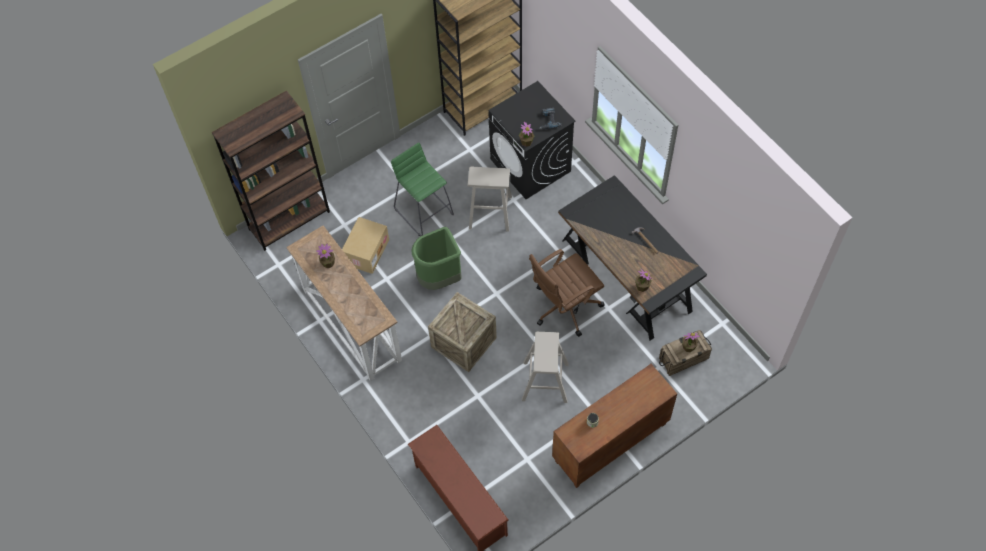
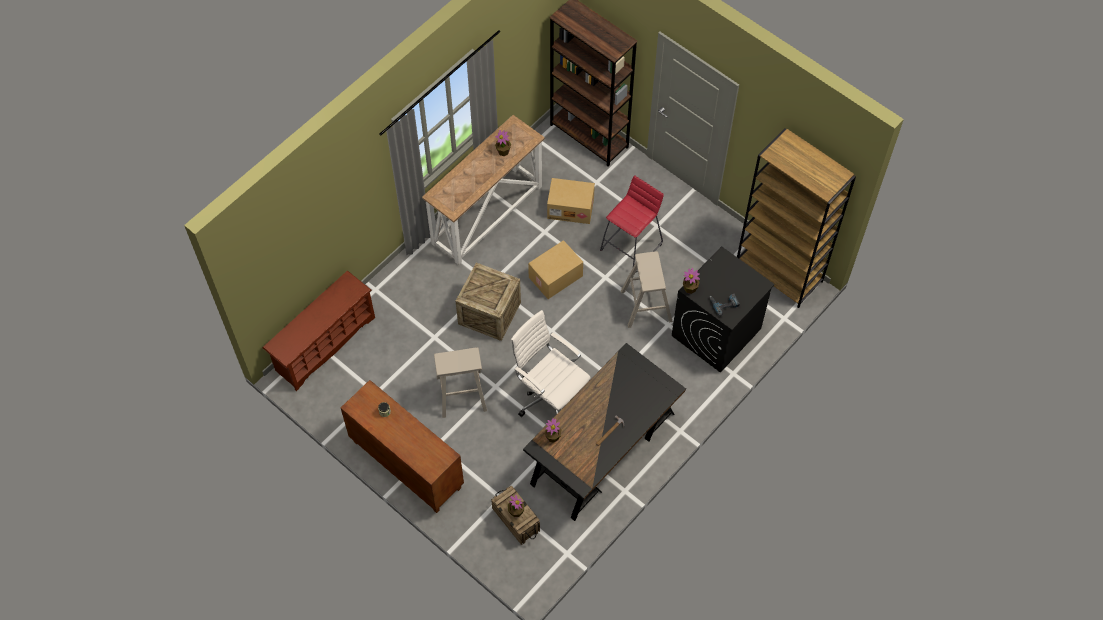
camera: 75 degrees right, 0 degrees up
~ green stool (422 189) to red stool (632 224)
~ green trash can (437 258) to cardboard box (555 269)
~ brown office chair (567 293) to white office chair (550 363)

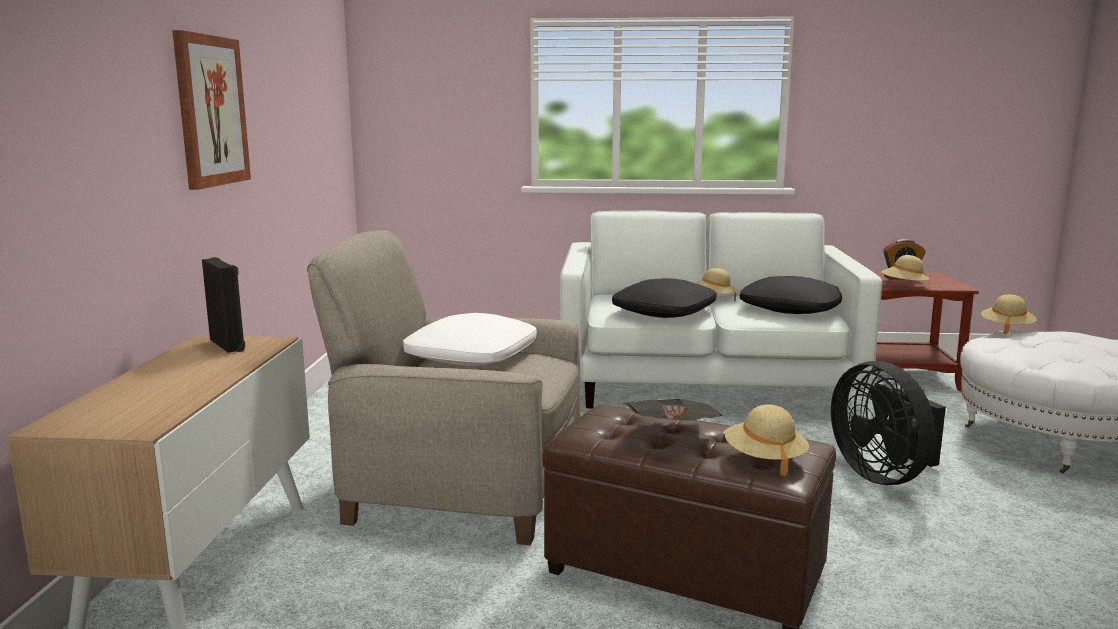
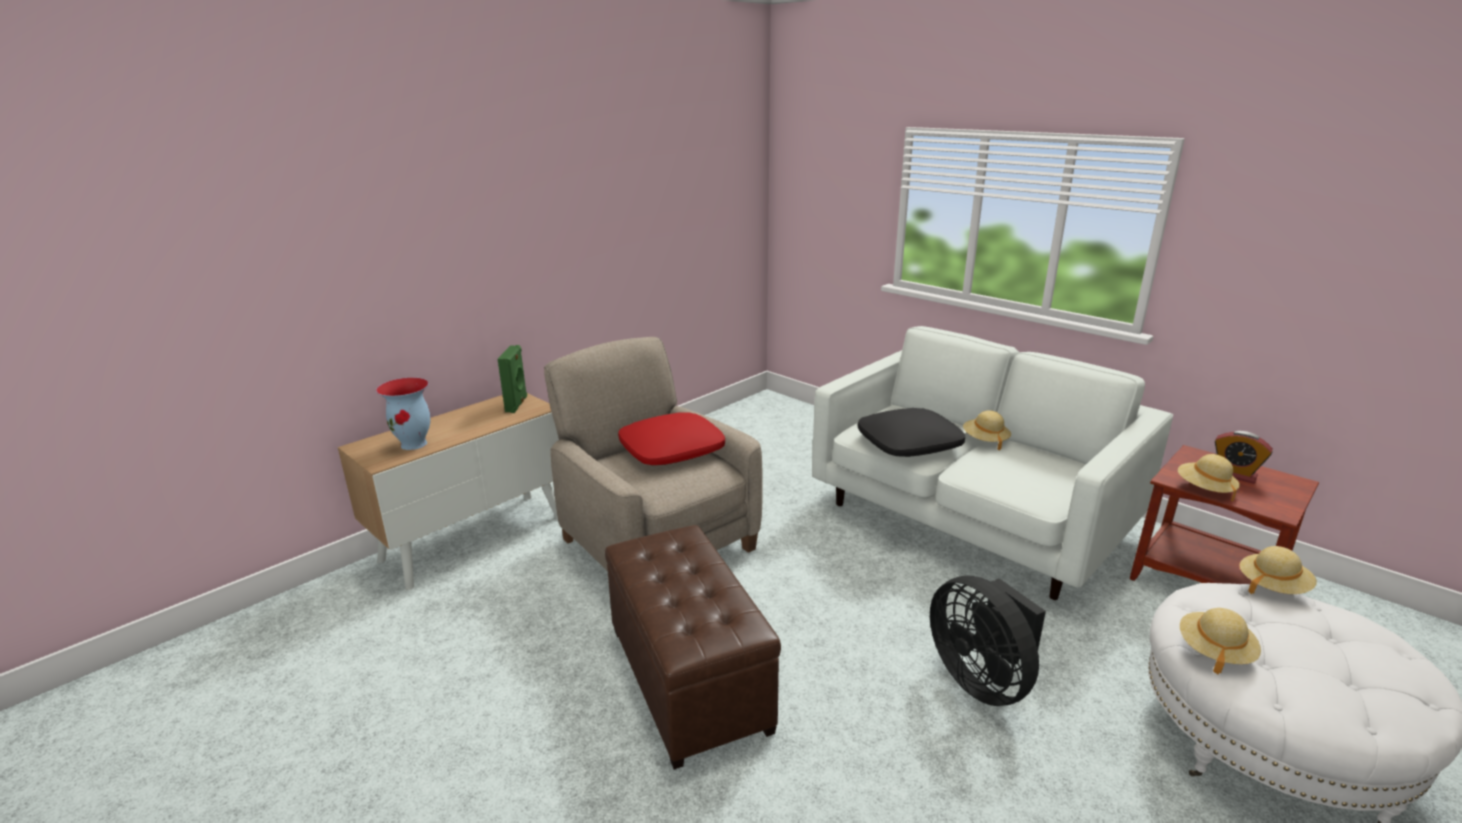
camera: 40 degrees right, 10 degrees up
- picture (211 110)
~ black speaker (223 305) to green speaker (512 379)
- black pillow (791 295)
~ white pillow (470 339) to red pillow (671 439)
~ black fan (888 423) = (988 641) 45 degrees counterclockwise
- newspaper (672 409)
~ beige hat (767 440) to (1220 641)
+ vase (403 414)

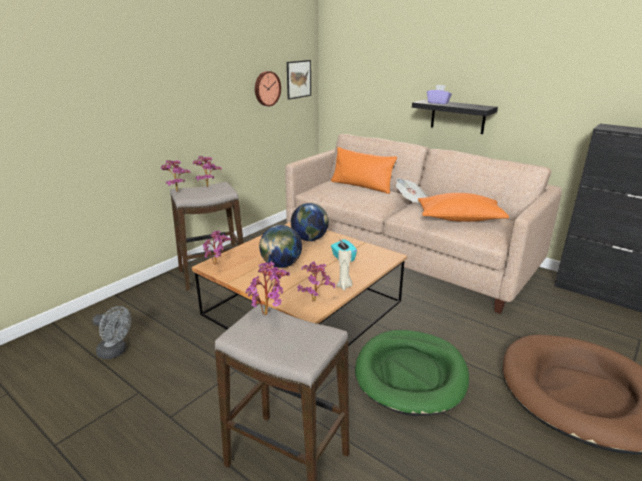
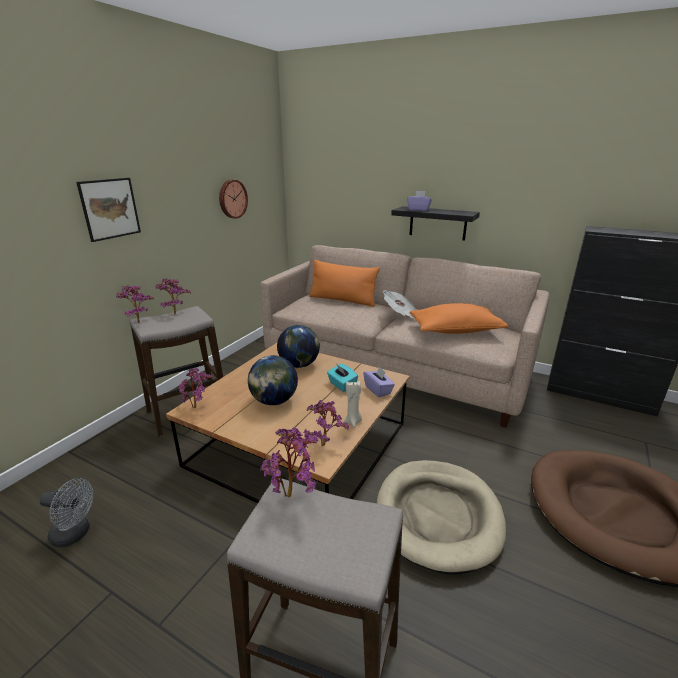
camera: 10 degrees left, 0 degrees up
~ picture (299 80) to (108 210)
~ green dog bed (412 373) to beige dog bed (441 517)
+ purple tissue box (379 382)

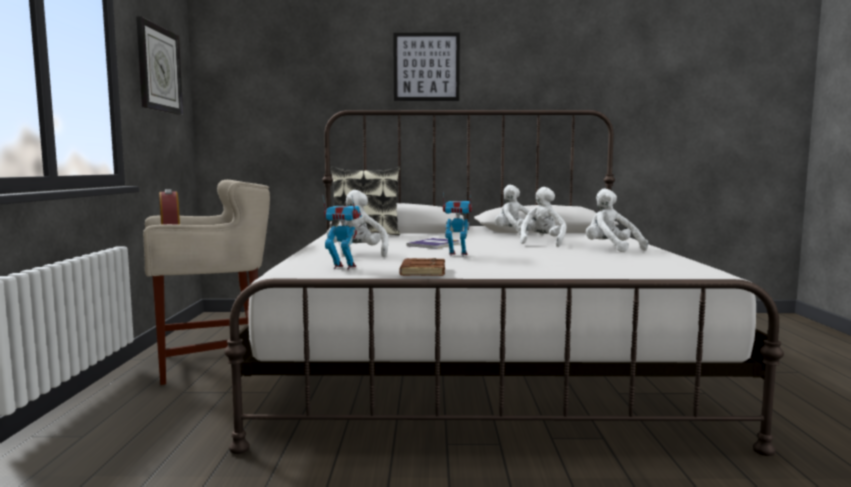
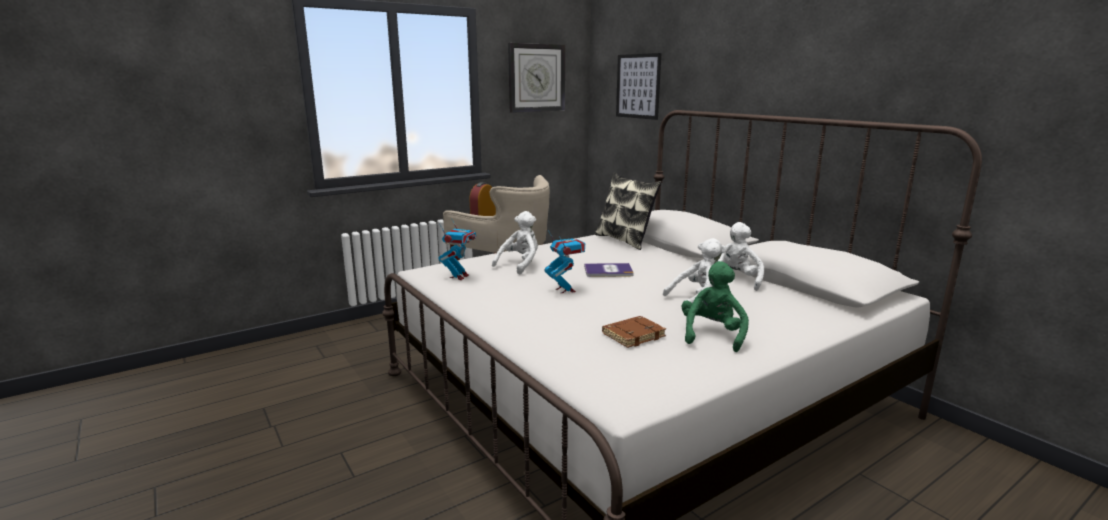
camera: 55 degrees right, 10 degrees up
~ picture (426 67) to (638 86)
~ white plush toy (617 220) to green plush toy (715 306)
~ toy robot (342 232) = (457 249) 45 degrees clockwise
~ brown book (422 267) to (634 332)

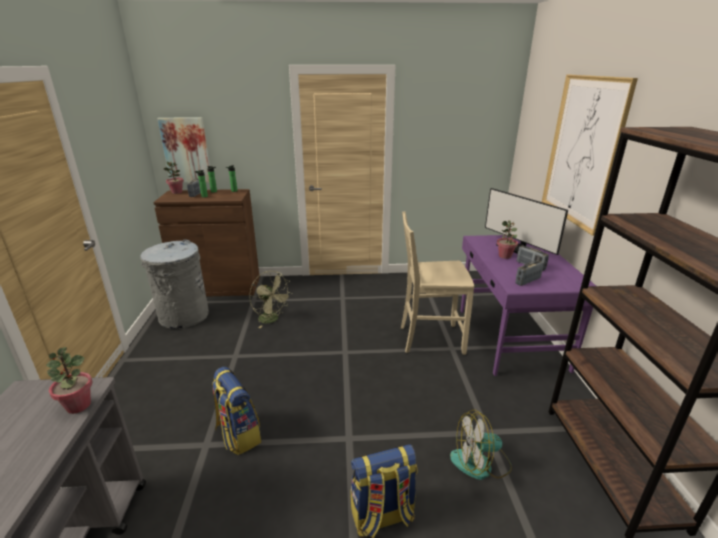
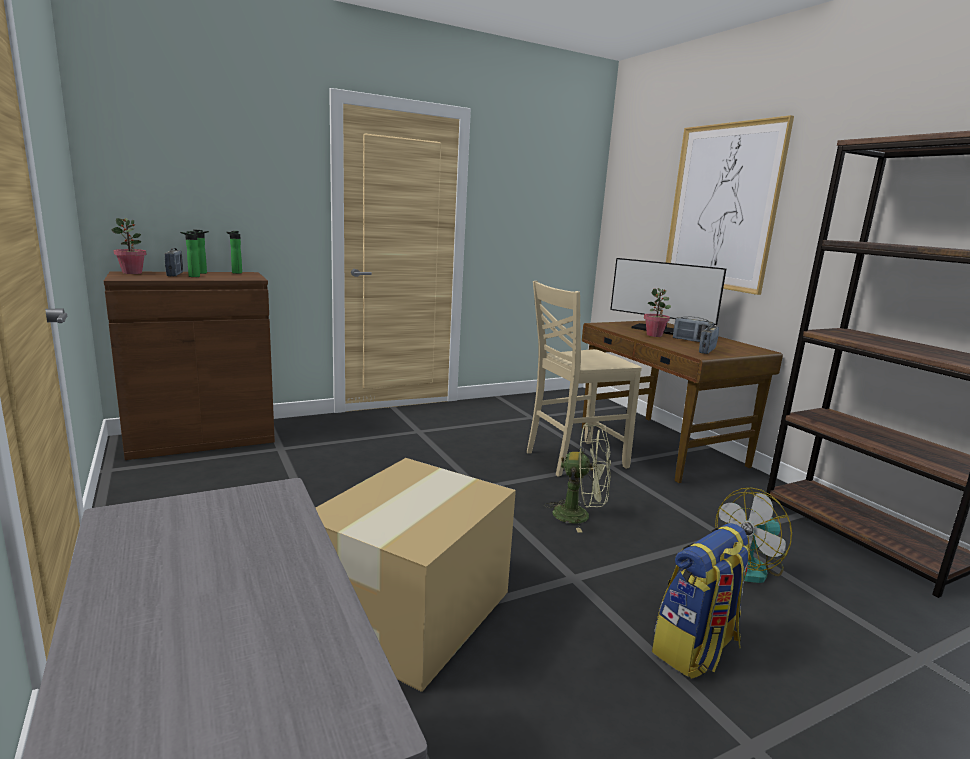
camera: 25 degrees left, 10 degrees down
- picture (183 150)
~ purple desk (528 305) to brown desk (682 402)
- grey trash can (174 284)
~ green fan (270 299) to (577 478)
- potted plant (69 380)
~ backpack (236 411) to cardboard box (416 575)

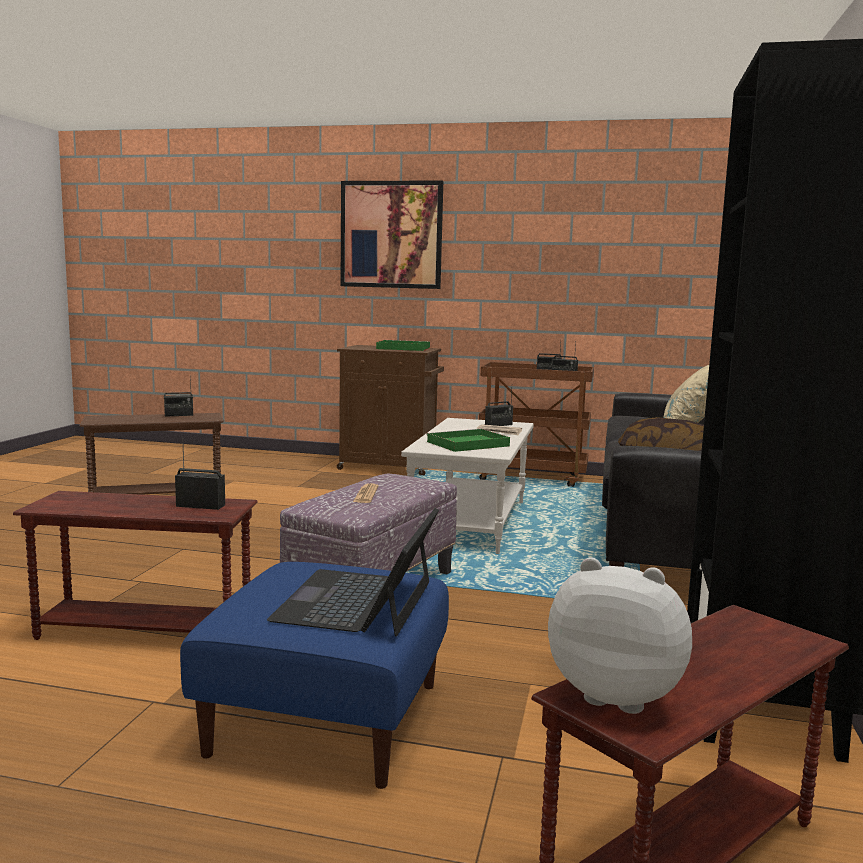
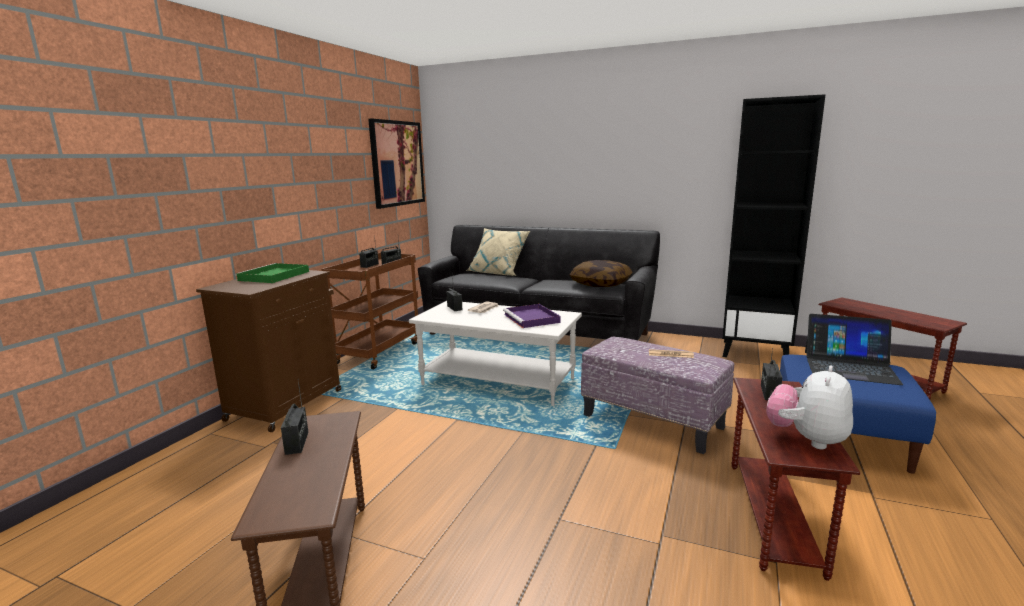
camera: 80 degrees left, 5 degrees up
~ picture (392 235) to (396 163)
~ green tray (468 440) to purple tray (532 316)
~ plush toy (620 635) to (810 407)

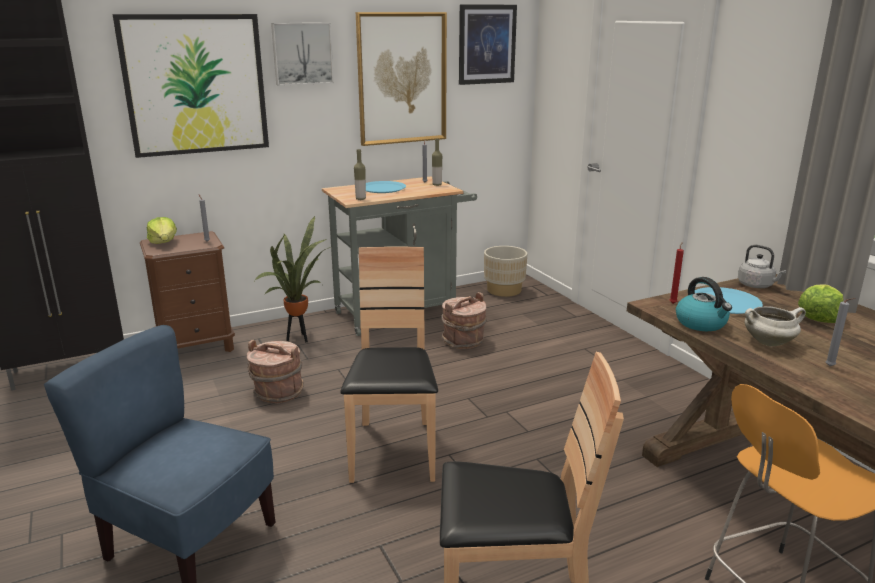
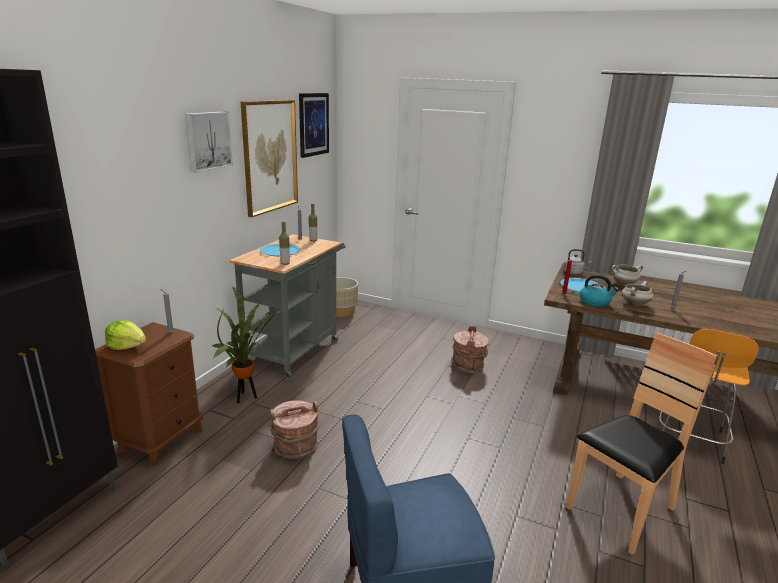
camera: 40 degrees left, 0 degrees up
- picture (190 86)
- brown chair (389 364)
~ lettuce (821 303) to white cooking pot (627 274)
~ brown bucket (464 320) to (470 349)

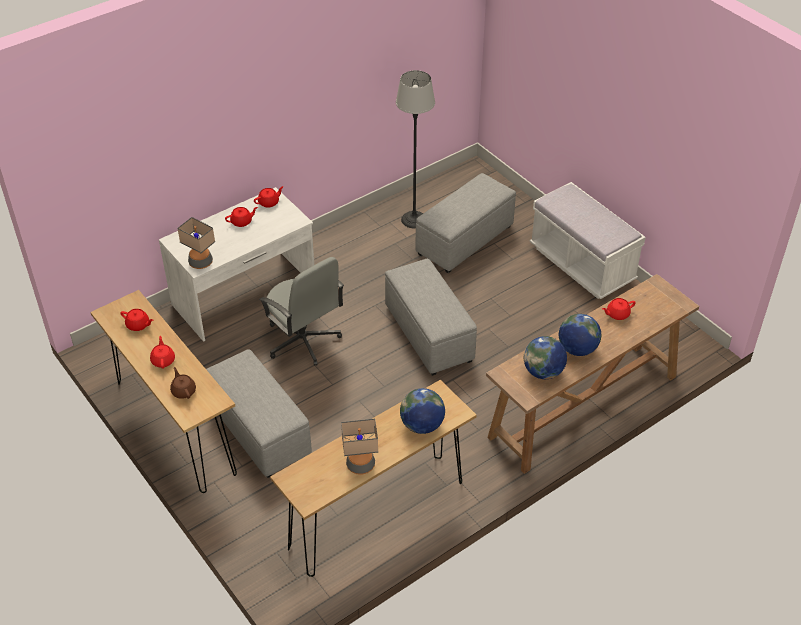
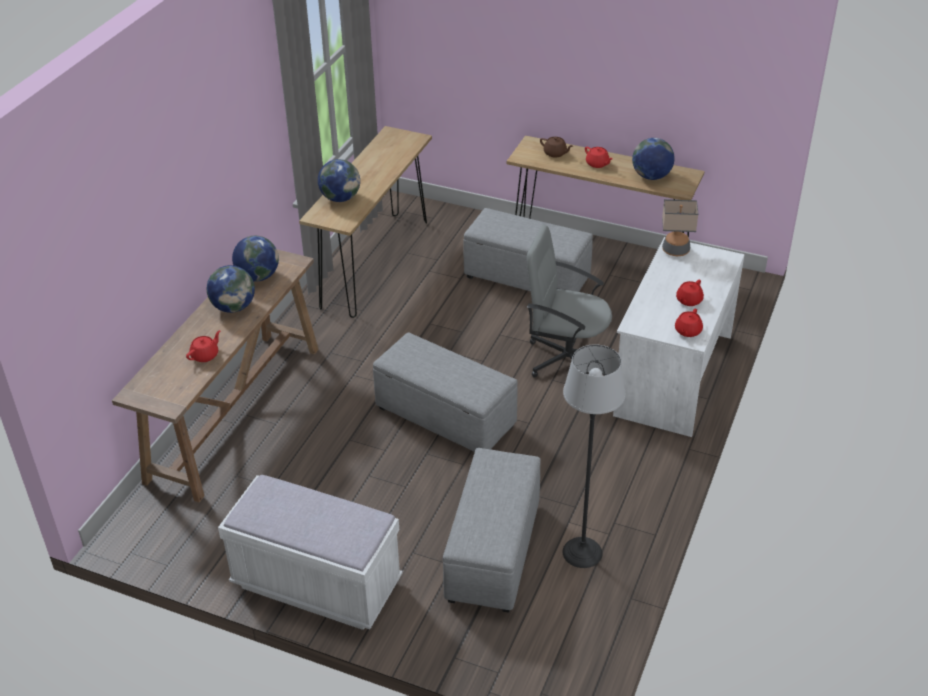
camera: 150 degrees right, 5 degrees down
~ red teapot (136 320) to globe (653 159)
- table lamp (359 447)

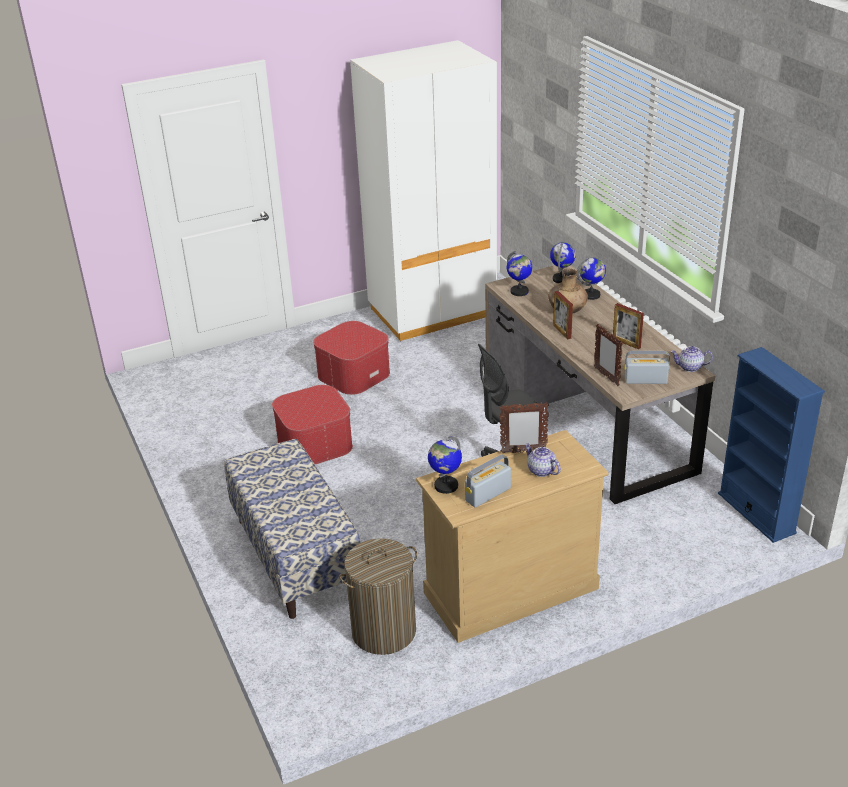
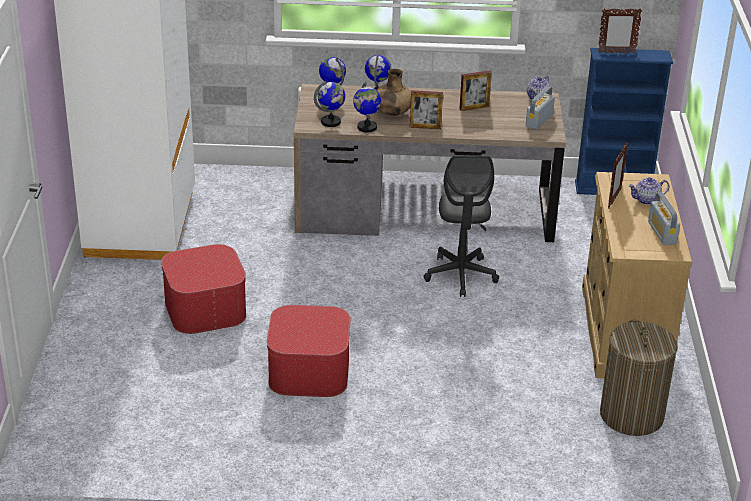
camera: 65 degrees left, 0 degrees up
~ picture frame (608 355) to (620 31)
~ globe (445 465) to (367 107)
- bench (292 529)

